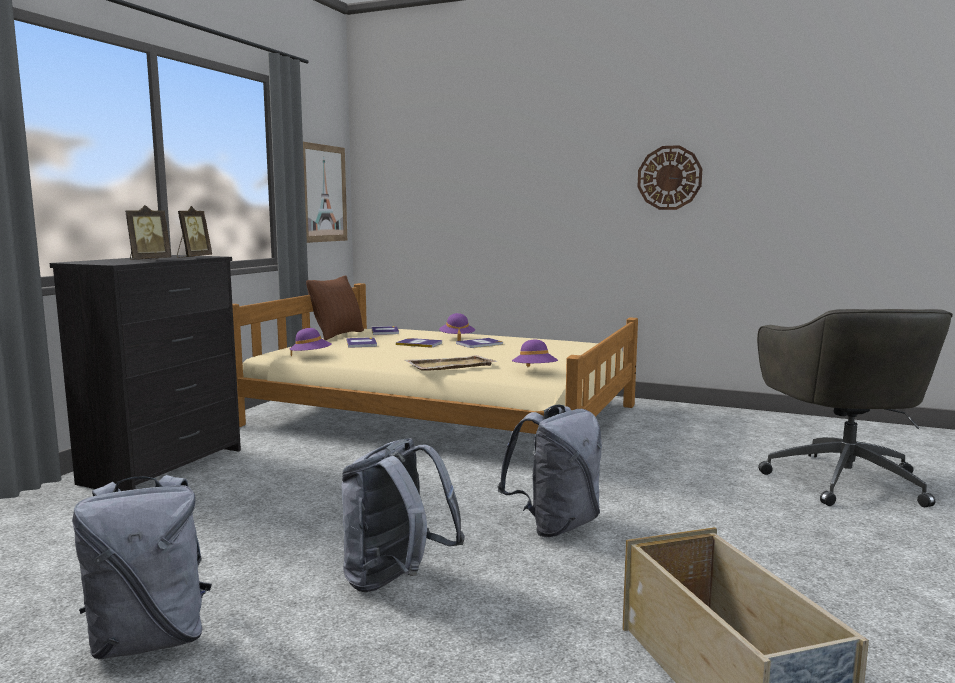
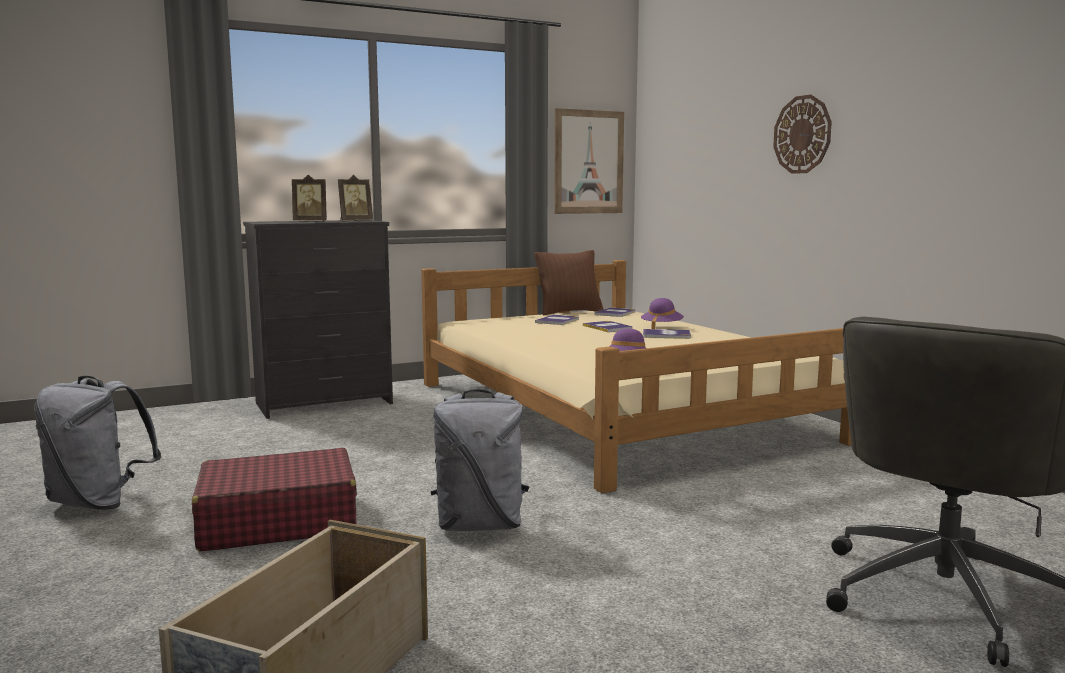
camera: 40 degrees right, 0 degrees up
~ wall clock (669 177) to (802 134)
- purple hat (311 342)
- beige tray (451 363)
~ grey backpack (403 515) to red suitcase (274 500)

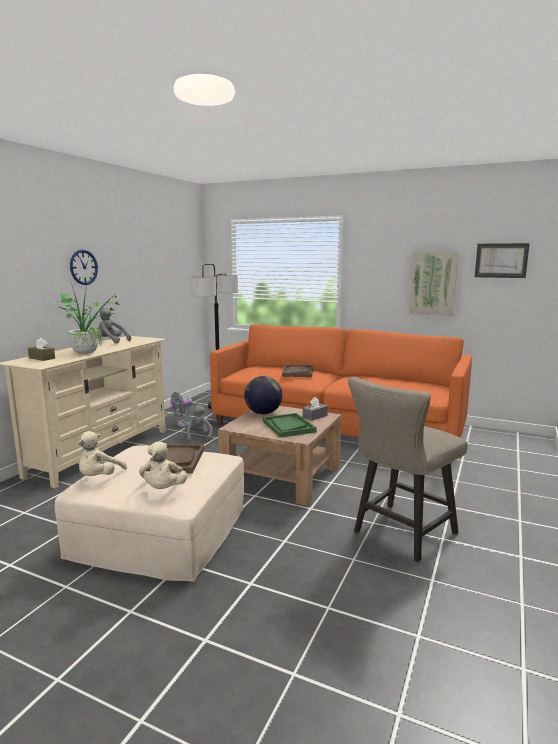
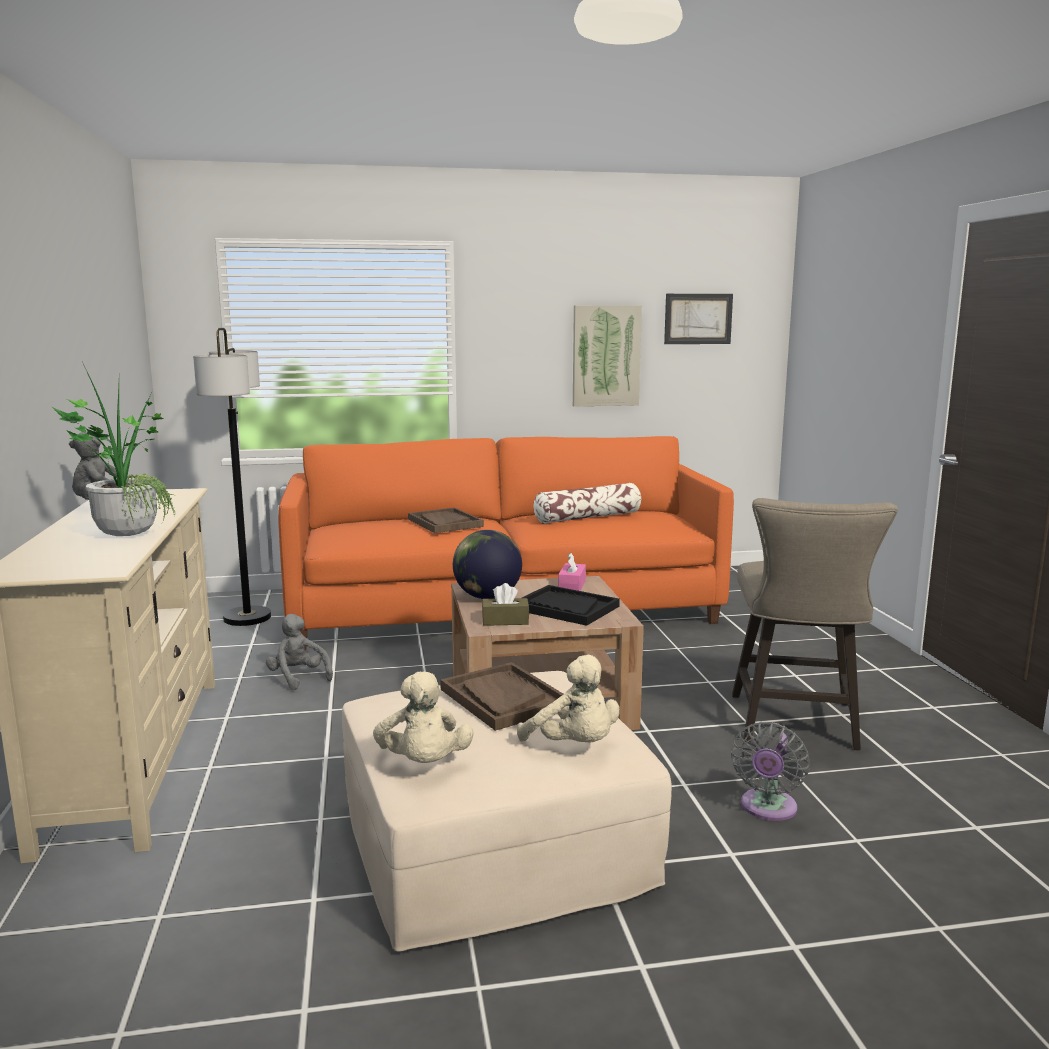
camera: 35 degrees left, 0 degrees up
- wall clock (84 267)
~ brown tissue box (41 349) to (505 604)
~ grey fan (181 409) to (770 771)
~ grey tissue box (315 409) to pink tissue box (572 572)
~ green tray (289 425) to black tray (571 605)
+ pillow (587 503)

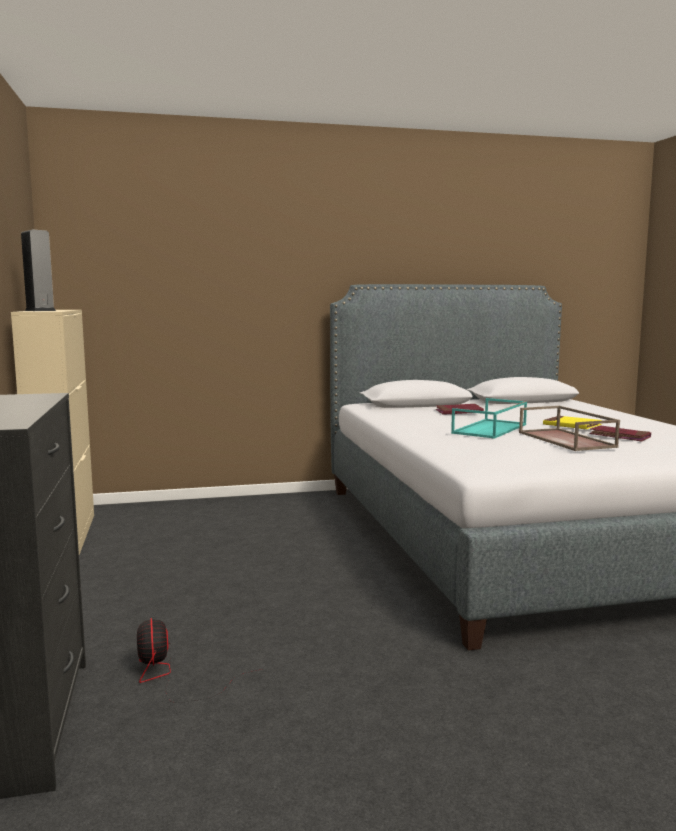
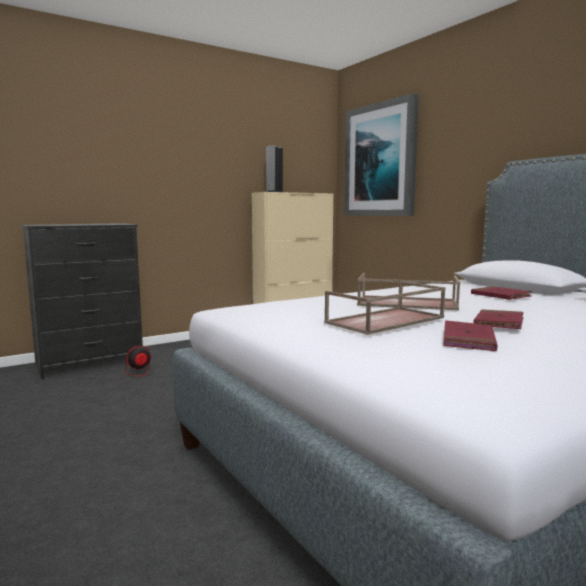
camera: 70 degrees right, 0 degrees up
~ turquoise tray (489 418) to brown tray (409 291)
~ yellow book (572 422) to red book (498 319)
+ picture (381 154)

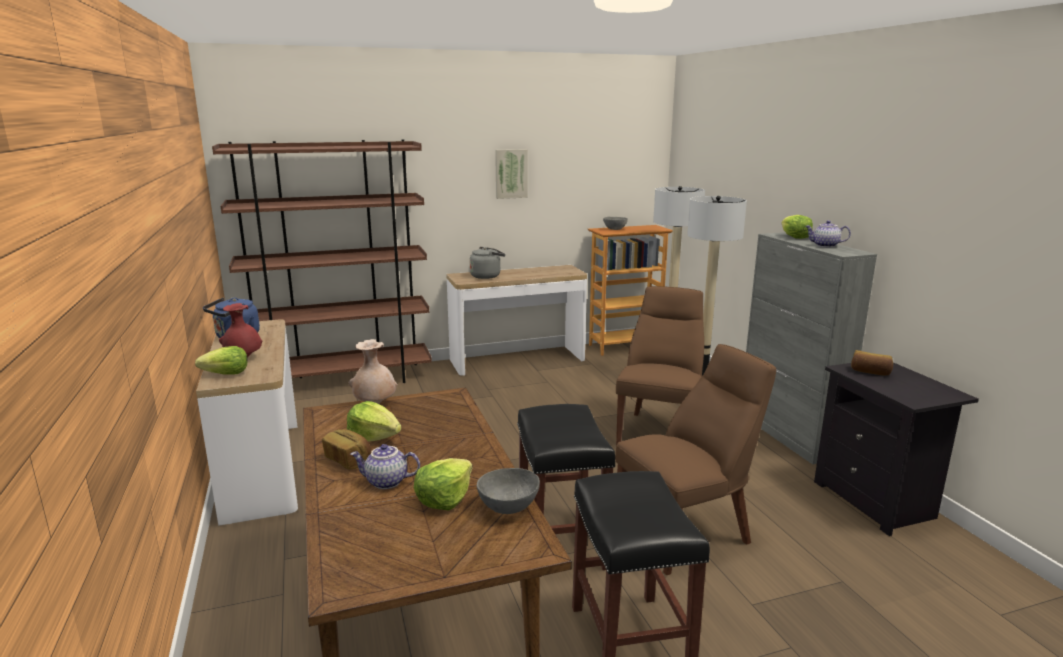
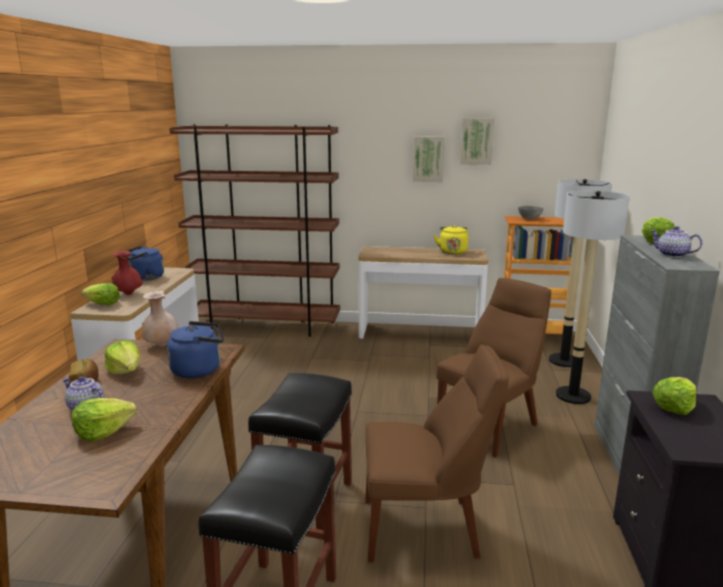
camera: 25 degrees right, 0 degrees up
- grey kettle (487 263)
~ bread (872 363) to lettuce (674 396)
- grey bowl (508 491)
+ picture (477 141)
+ yellow kettle (451 239)
+ blue kettle (195 349)

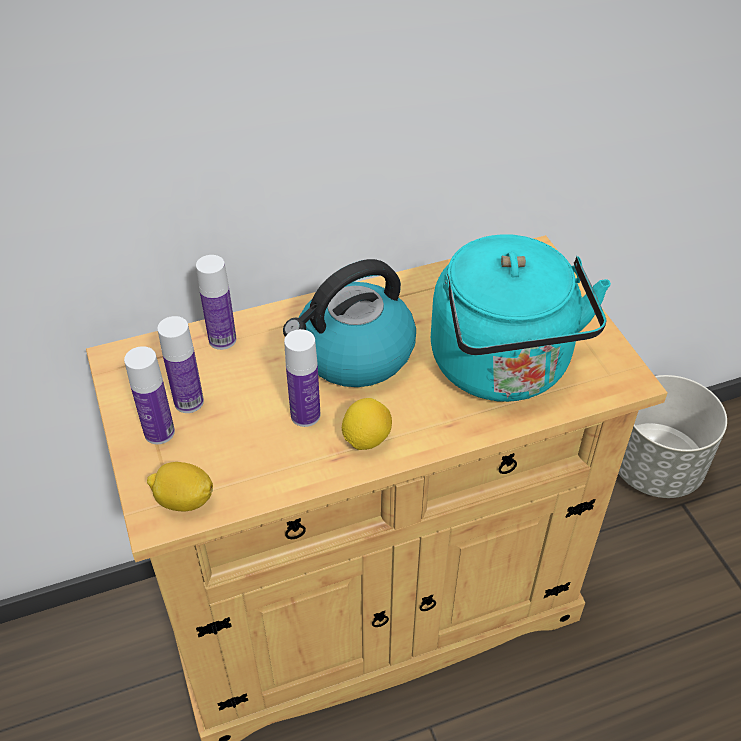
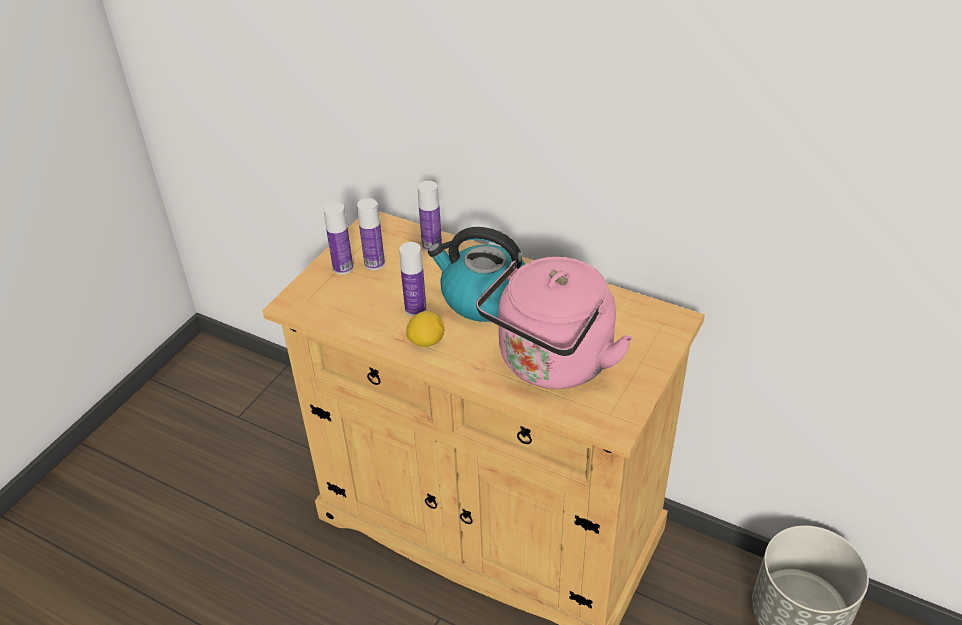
camera: 50 degrees right, 5 degrees down
~ turquoise kettle (521 318) to pink kettle (554 323)
- lemon (180 487)

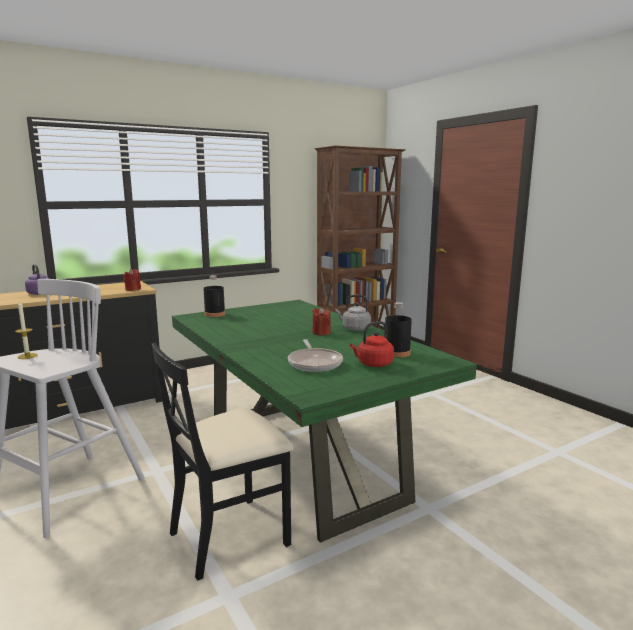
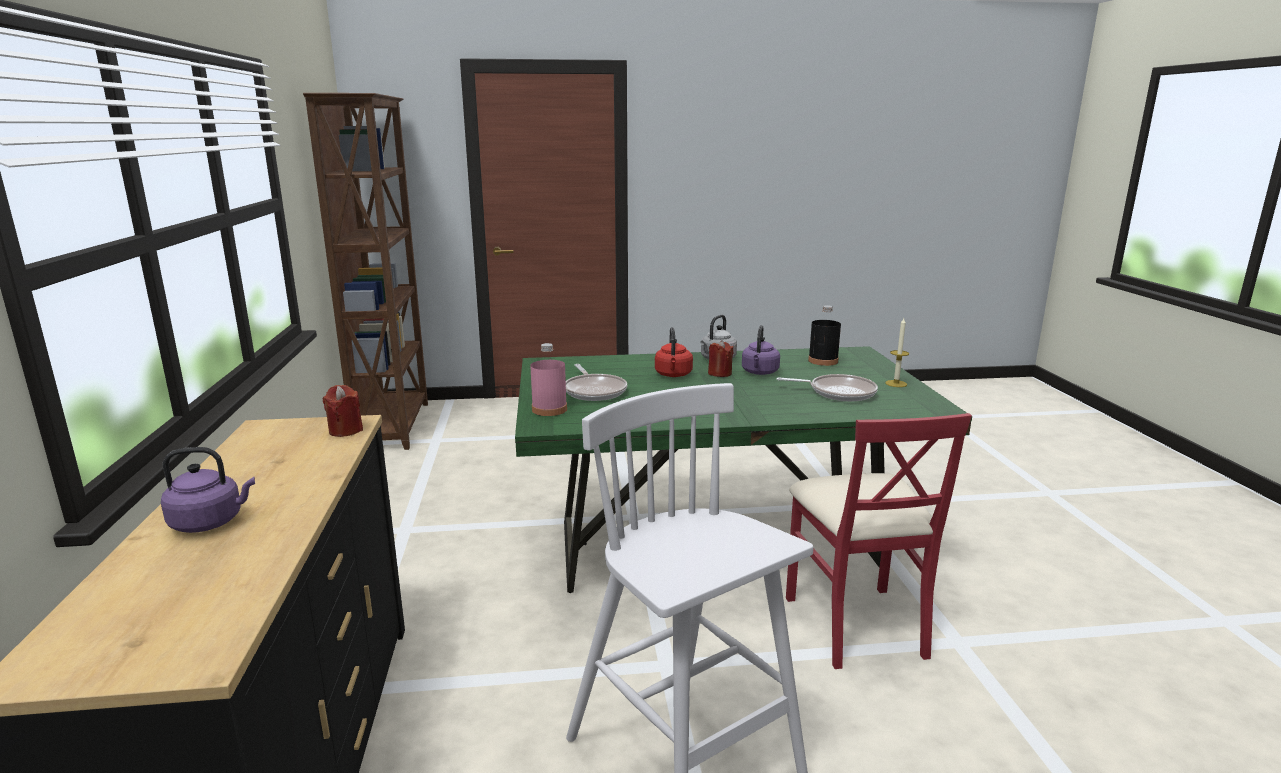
camera: 65 degrees left, 5 degrees up
~ black bottle (214 296) to pink bottle (548 379)
~ candle (26 329) to (897 352)
~ red kettle (372 344) to (674 352)
~ black chair (222 462) to red chair (879 541)
+ purple kettle (761 350)
+ frying pan (596 382)

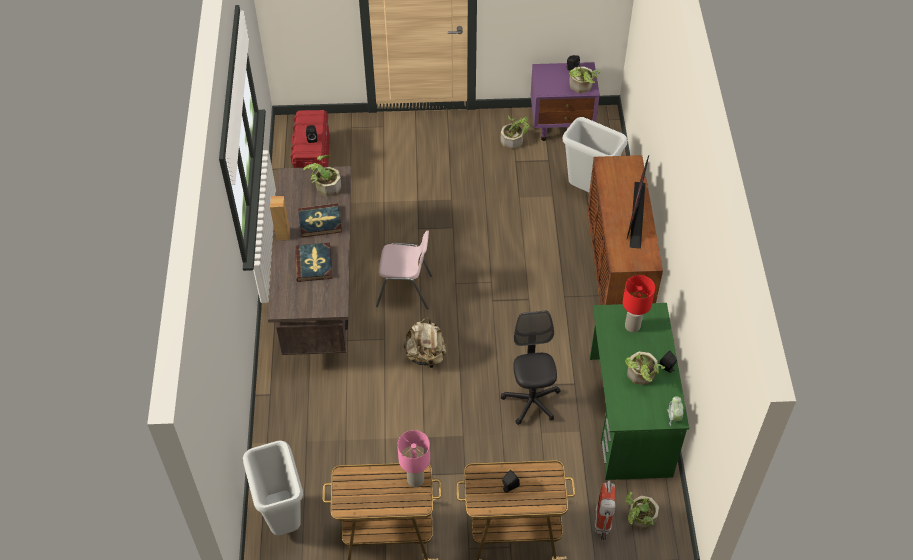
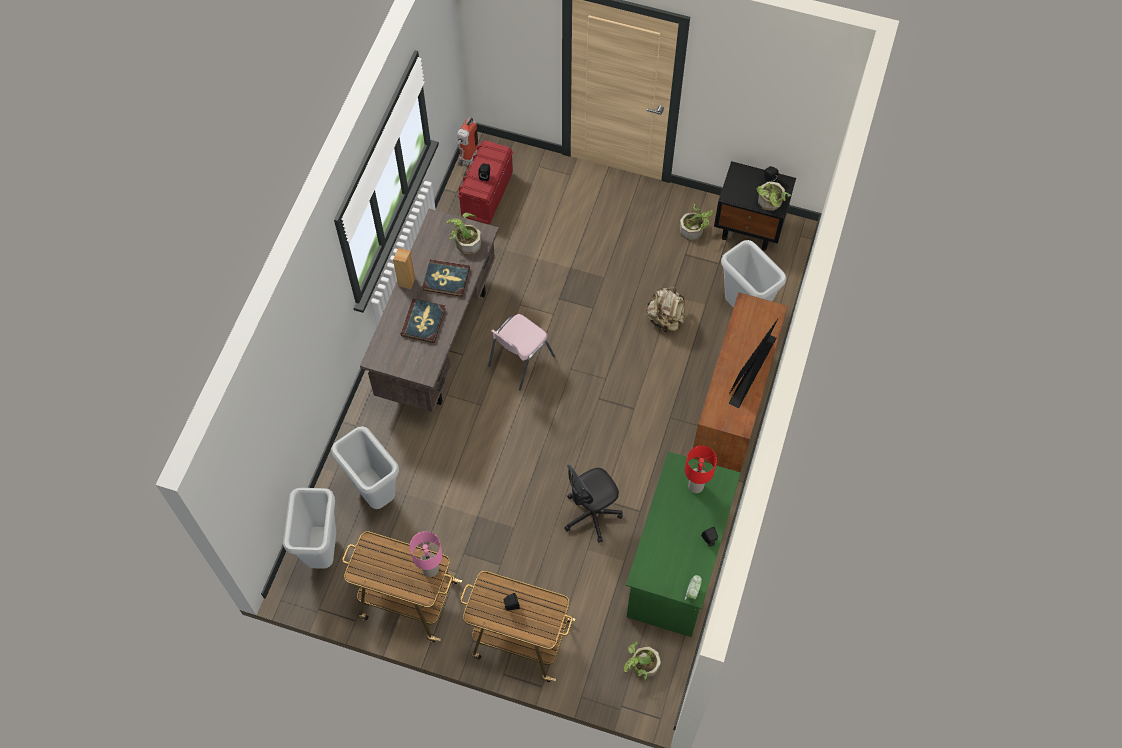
camera: 20 degrees right, 10 degrees up
~ purple nightstand (565 101) to black nightstand (755 206)
~ pink chair (404 269) = (521 352) 105 degrees clockwise
~ black office chair (530 368) = (593 504) 135 degrees counterclockwise
~ beige backpack (425 343) to (666 310)
- potted plant (645 368)
~ fire extinguisher (605 511) to (468 141)
+ grey trash can (365 467)

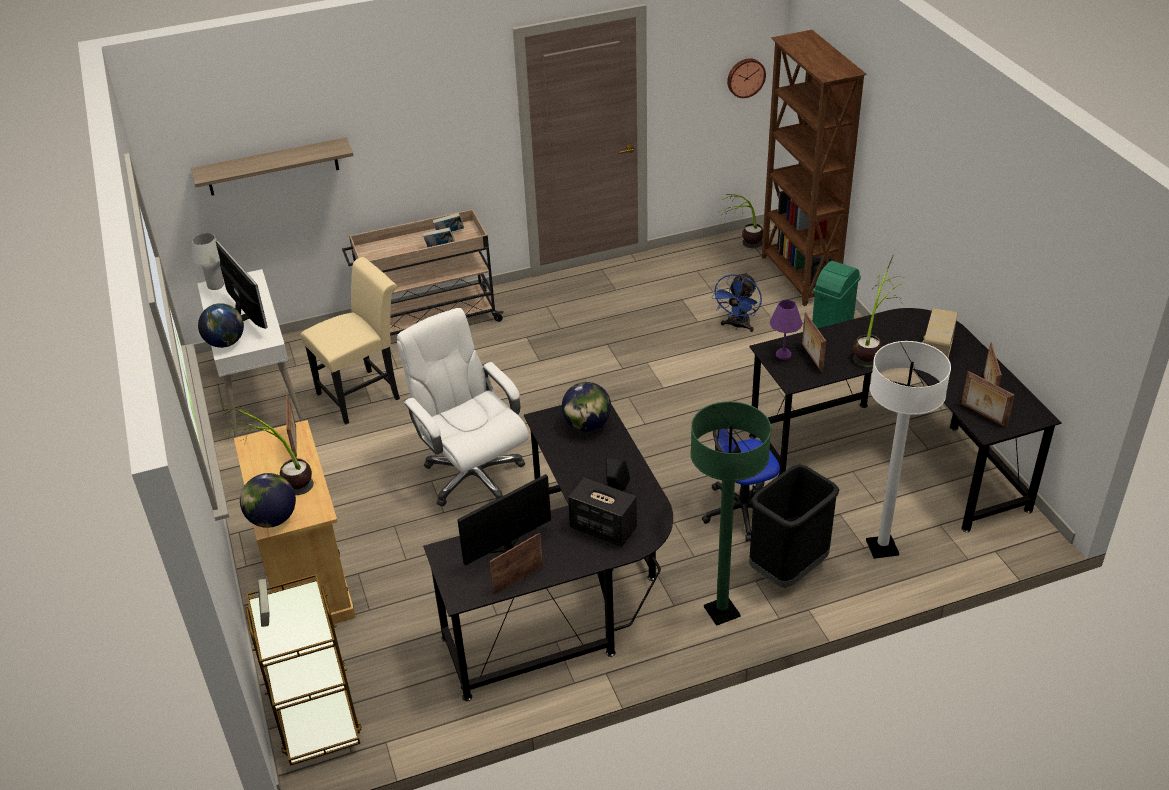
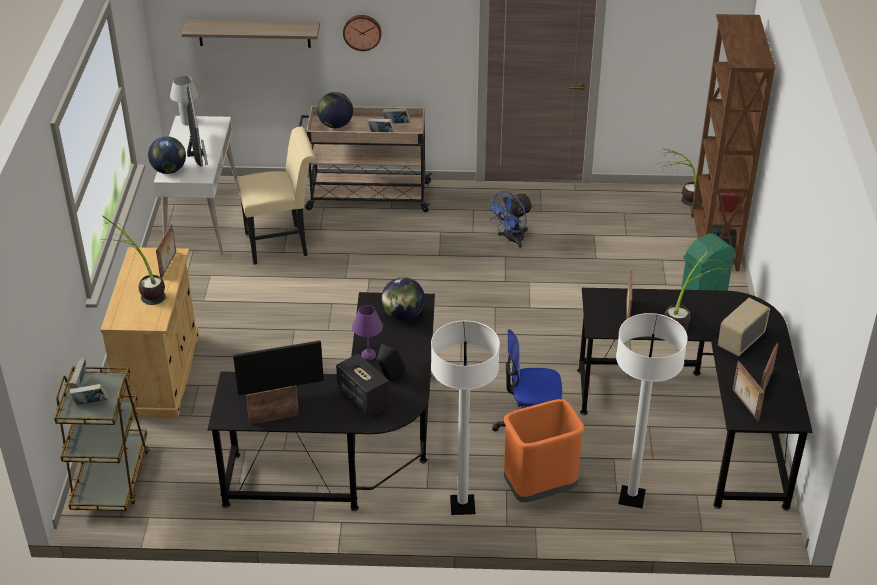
camera: 20 degrees right, 0 degrees up
~ wall clock (746 78) to (362 33)
~ blue fan (736 302) to (510 219)
~ purple table lamp (786 330) to (367 332)
- white office chair (463 407)
~ green floor lamp (730 513) to white floor lamp (465 418)
~ black trash can (794 526) to orange trash can (544 450)
~ globe (268 500) to (335 110)
+ book (89 394)

